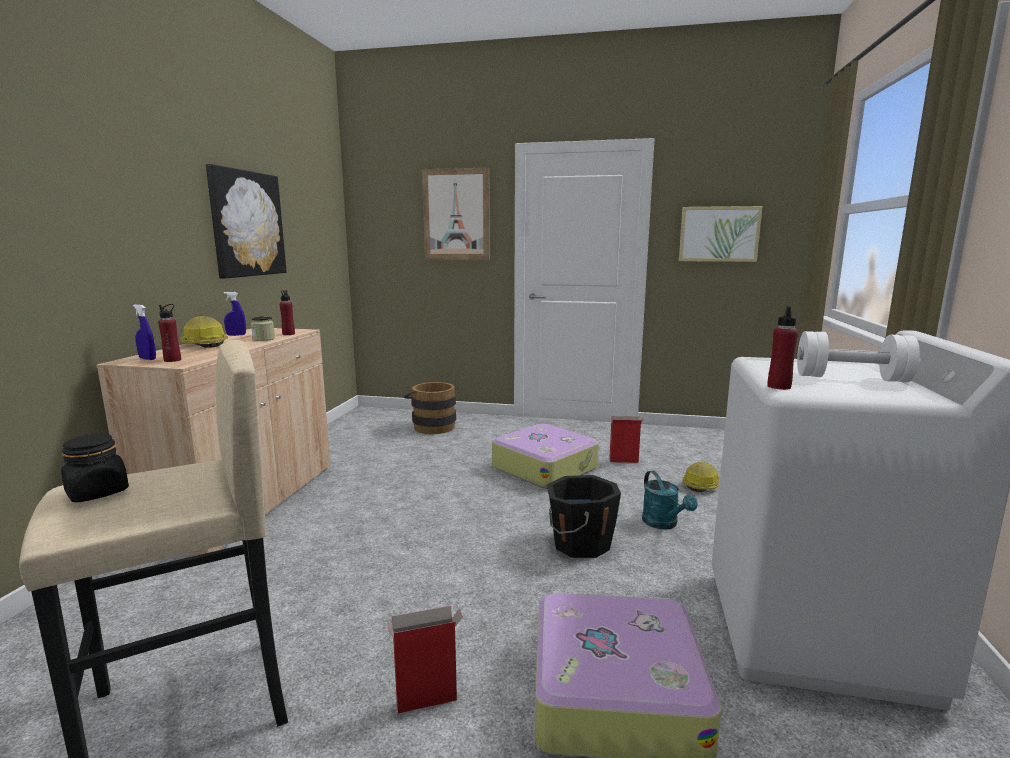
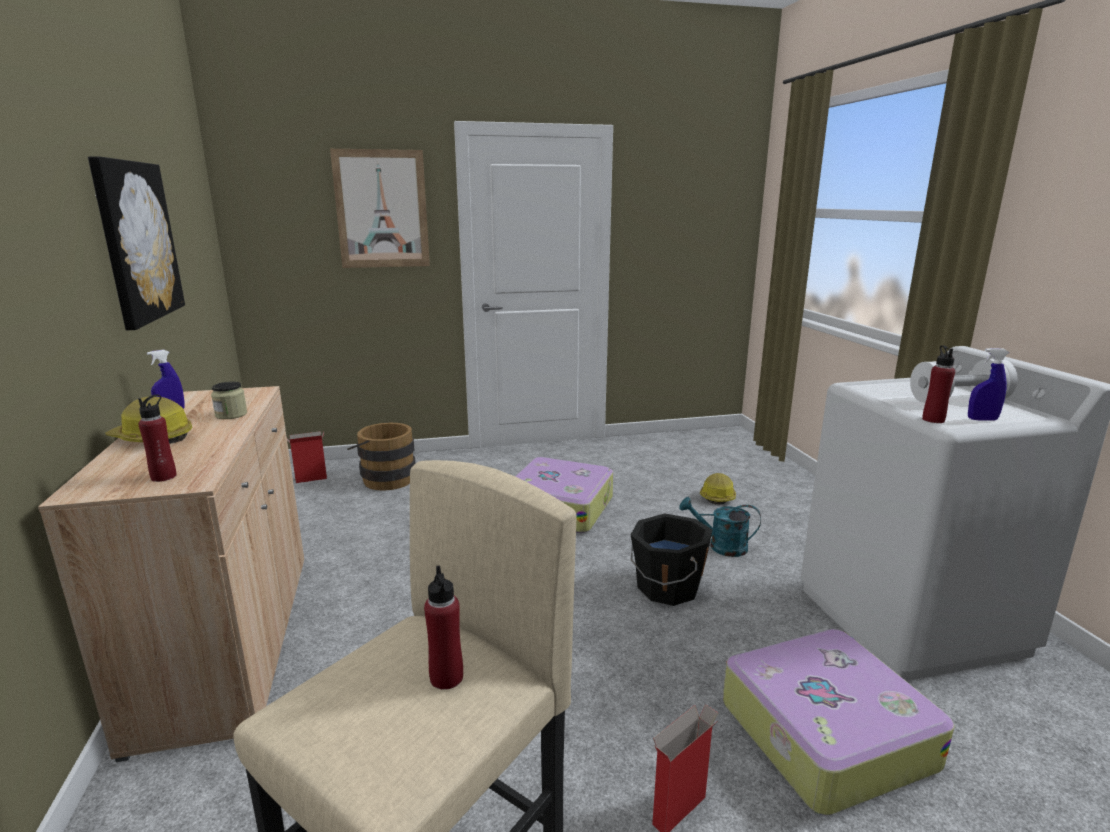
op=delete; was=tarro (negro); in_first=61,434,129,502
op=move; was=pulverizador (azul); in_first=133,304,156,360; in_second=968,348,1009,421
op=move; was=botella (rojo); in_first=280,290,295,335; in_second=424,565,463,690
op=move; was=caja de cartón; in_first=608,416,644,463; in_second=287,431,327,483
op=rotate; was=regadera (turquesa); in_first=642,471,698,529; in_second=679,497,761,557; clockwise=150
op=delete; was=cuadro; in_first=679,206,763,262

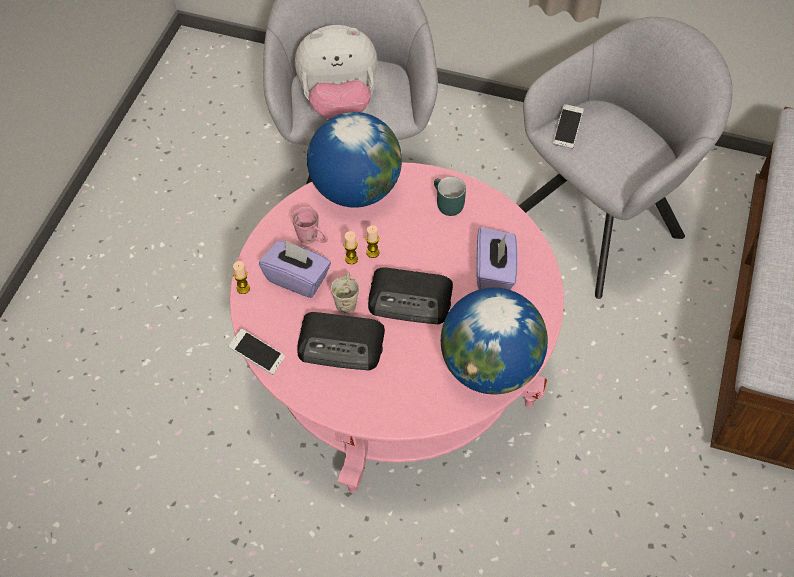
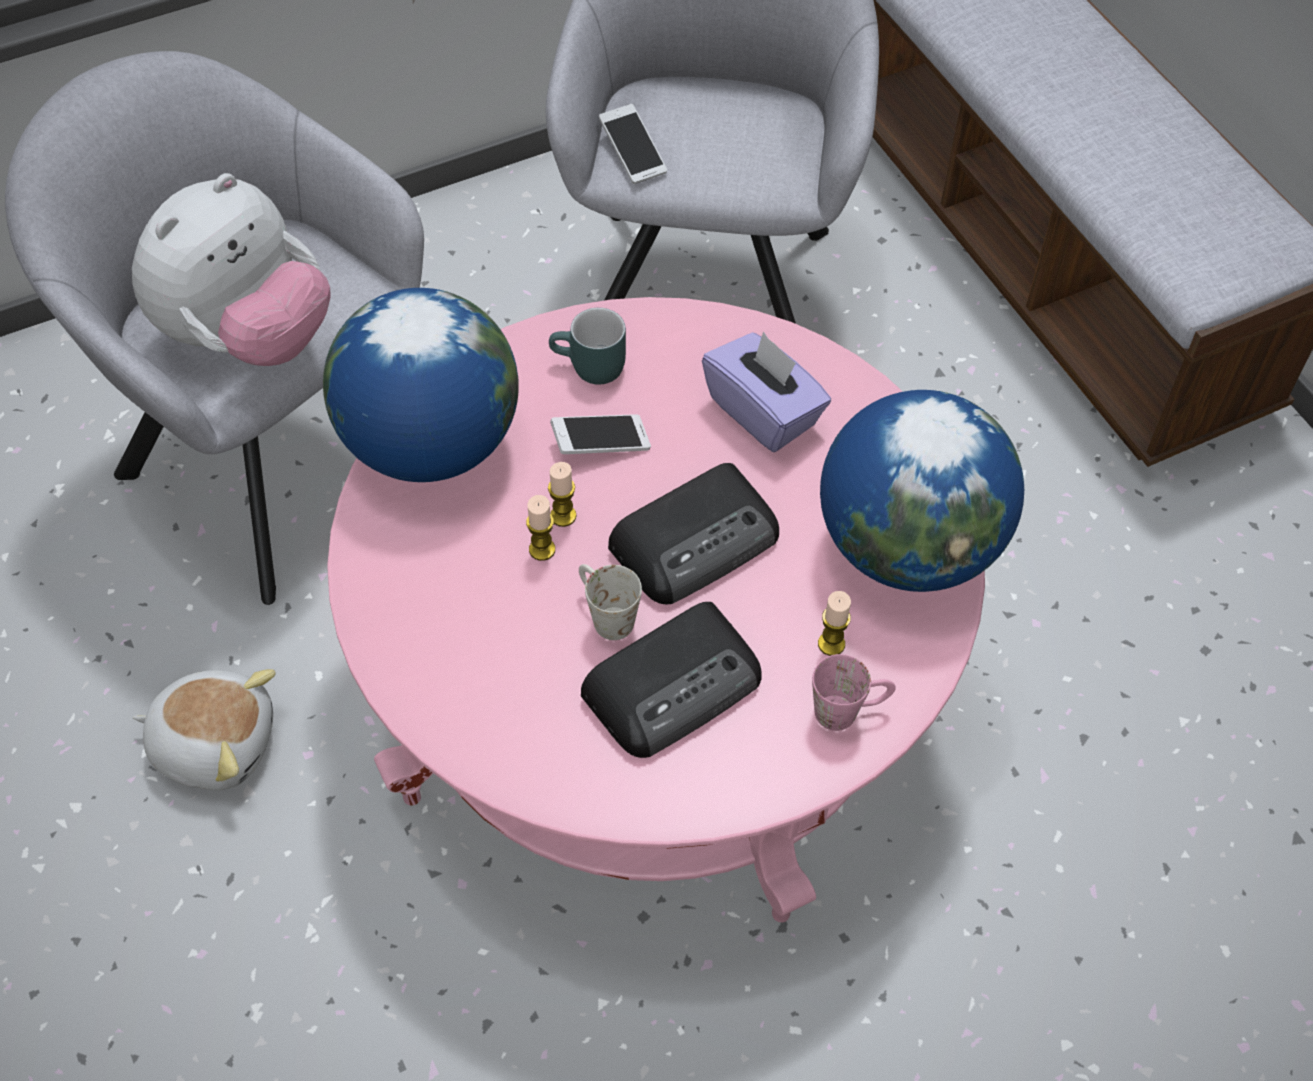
op=move; was=móvil; in_first=228,329,285,375; in_second=550,414,651,454
op=move; was=vela; in_first=233,261,250,294; in_second=818,591,851,656
op=delete; was=caja de pañuelos (morado); in_first=259,241,331,298
op=move; was=taza grande (rosa); in_first=292,207,328,244; in_second=812,654,896,731
op=insert; now=peluche; in_second=133,669,276,790

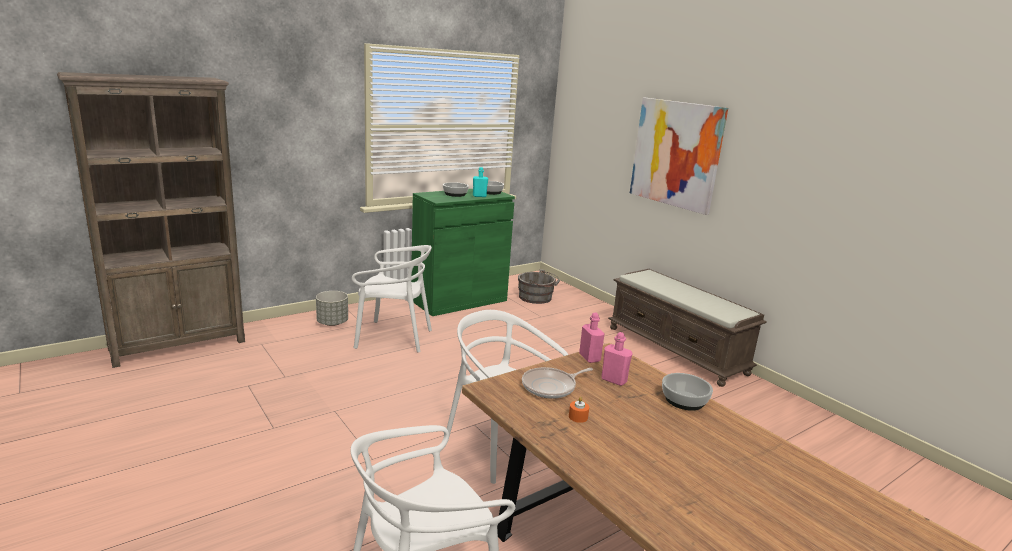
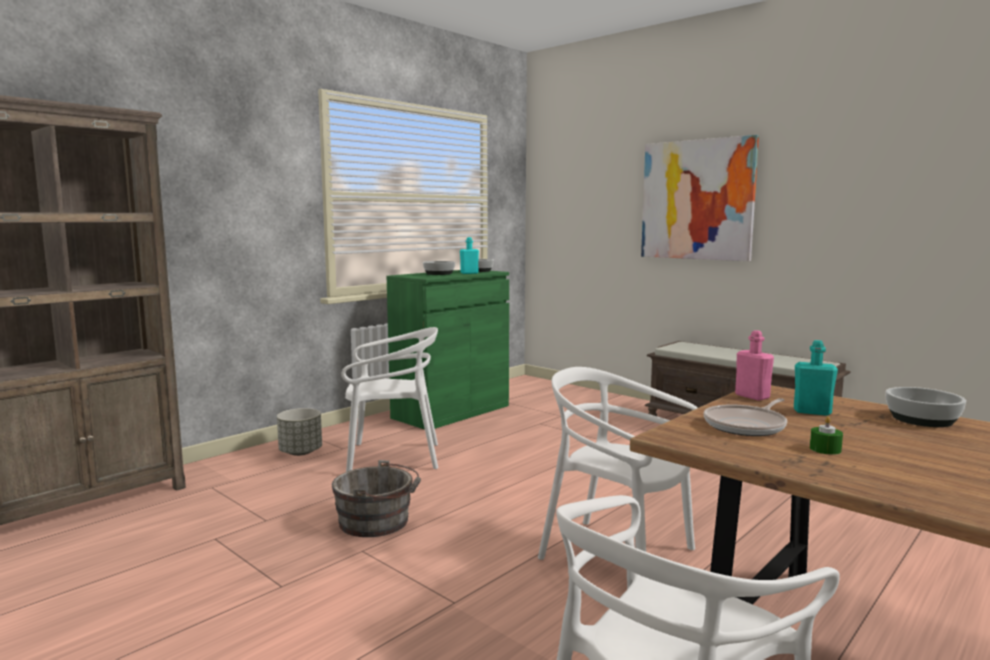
op=move; was=cubo (gris); in_first=518,269,560,304; in_second=332,460,421,537
op=recolor; was=vela (naranja); now=vela (verde); in_first=569,397,589,423; in_second=810,416,843,455
op=recolor; was=botella (rosa); now=botella (turquesa); in_first=601,332,632,386; in_second=794,340,838,416

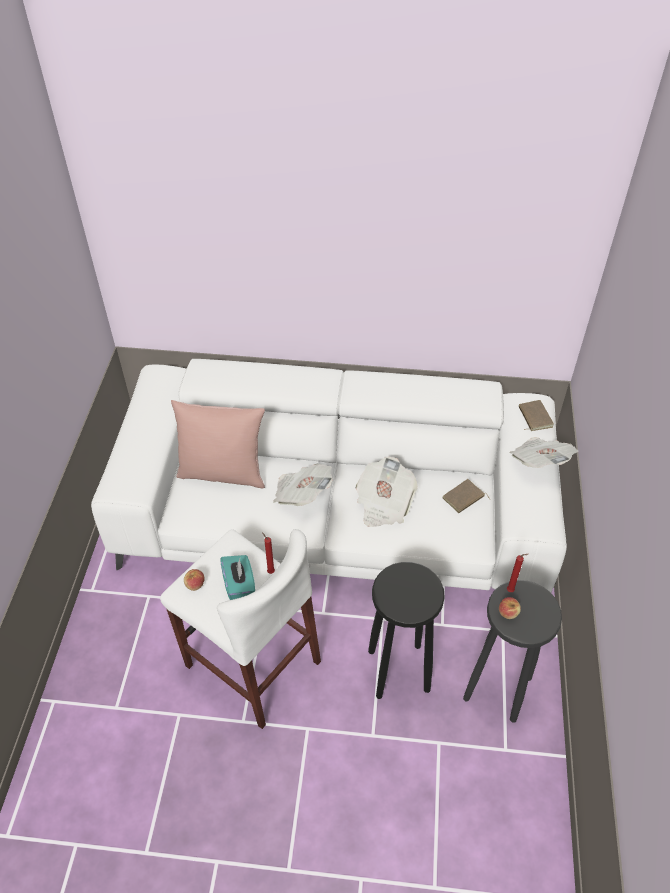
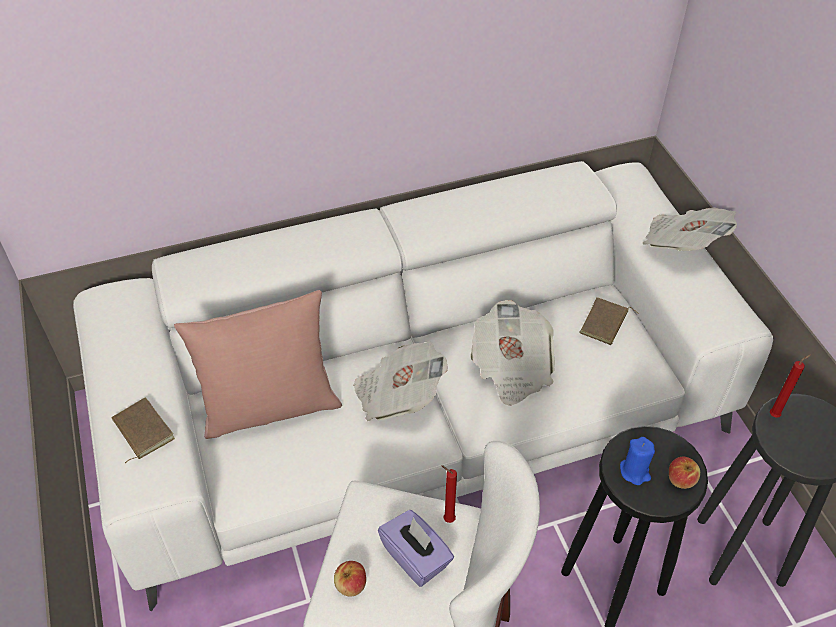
op=recolor; was=caja de pañuelos (turquesa); now=caja de pañuelos (morado); in_first=220,555,255,600; in_second=378,510,454,587
op=move; was=manzana; in_first=499,597,521,619; in_second=669,457,700,489
op=move; was=libro (marrón); in_first=519,400,554,431; in_second=112,398,175,463
op=insert; now=vela (azul); in_second=620,437,655,485

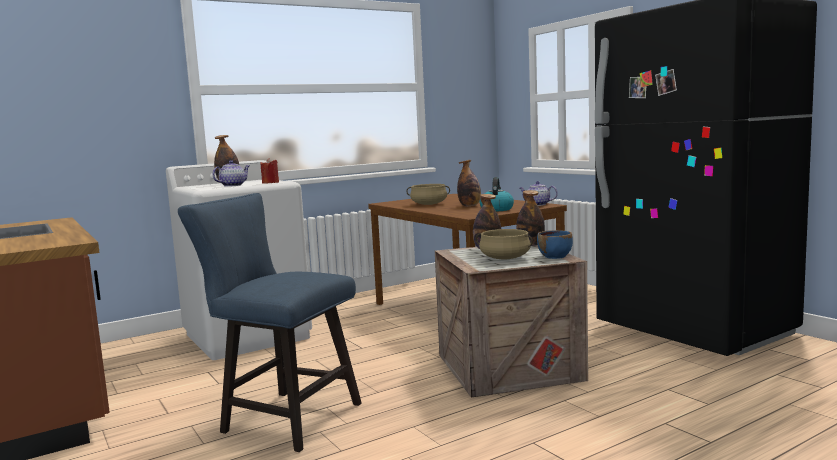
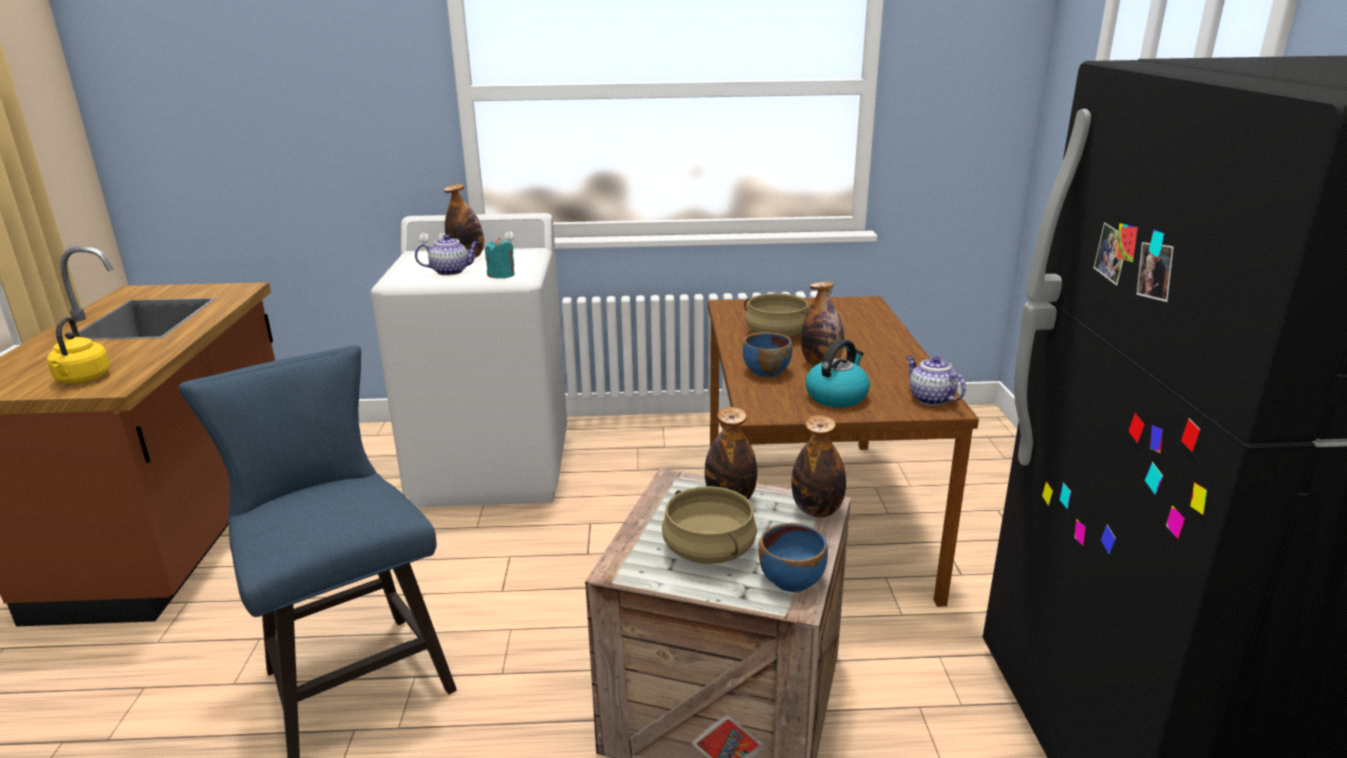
op=recolor; was=vela (rojo); now=vela (turquesa); in_first=260,158,279,184; in_second=485,237,515,279
op=insert; now=hervidor (amarillo); in_second=47,317,110,383
op=insert; now=cuenco (azul); in_second=743,332,792,377

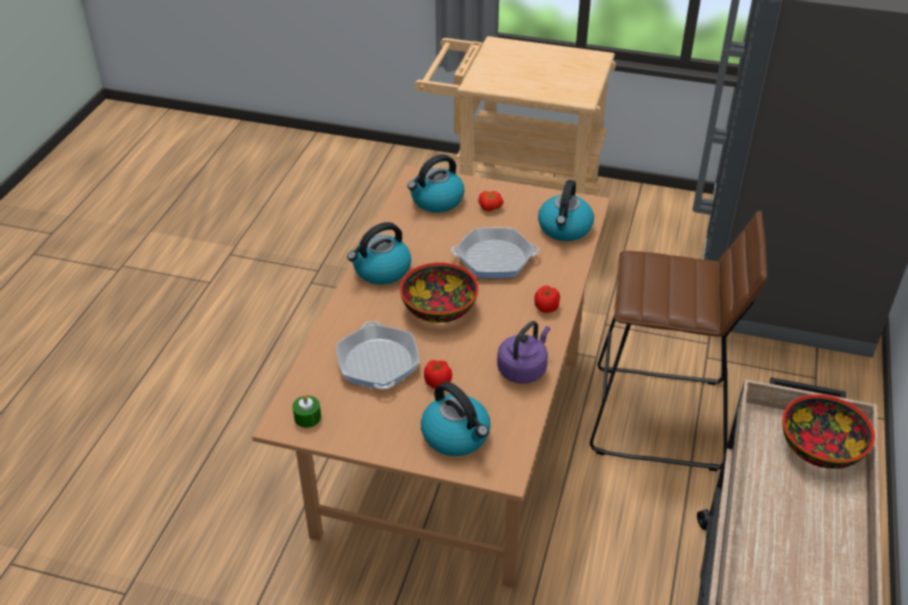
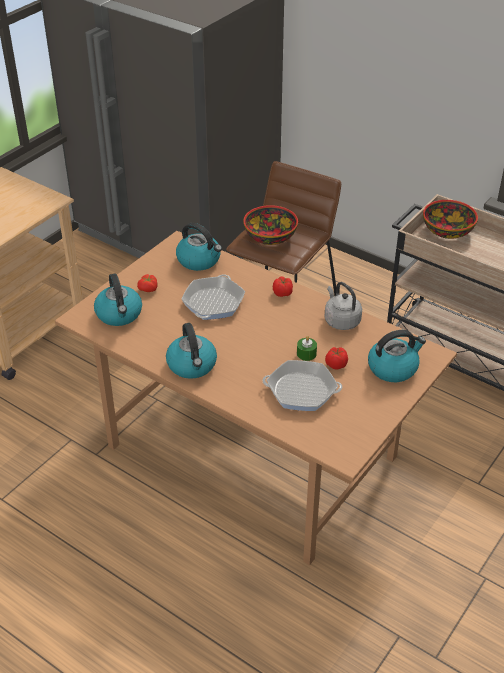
op=move; was=vela (verde); in_first=293,395,321,428; in_second=297,336,317,361
op=move; was=cuenco; in_first=400,262,479,323; in_second=243,205,298,245
op=recolor; was=hervidor (morado); now=hervidor (gris); in_first=497,321,550,384; in_second=324,282,362,330

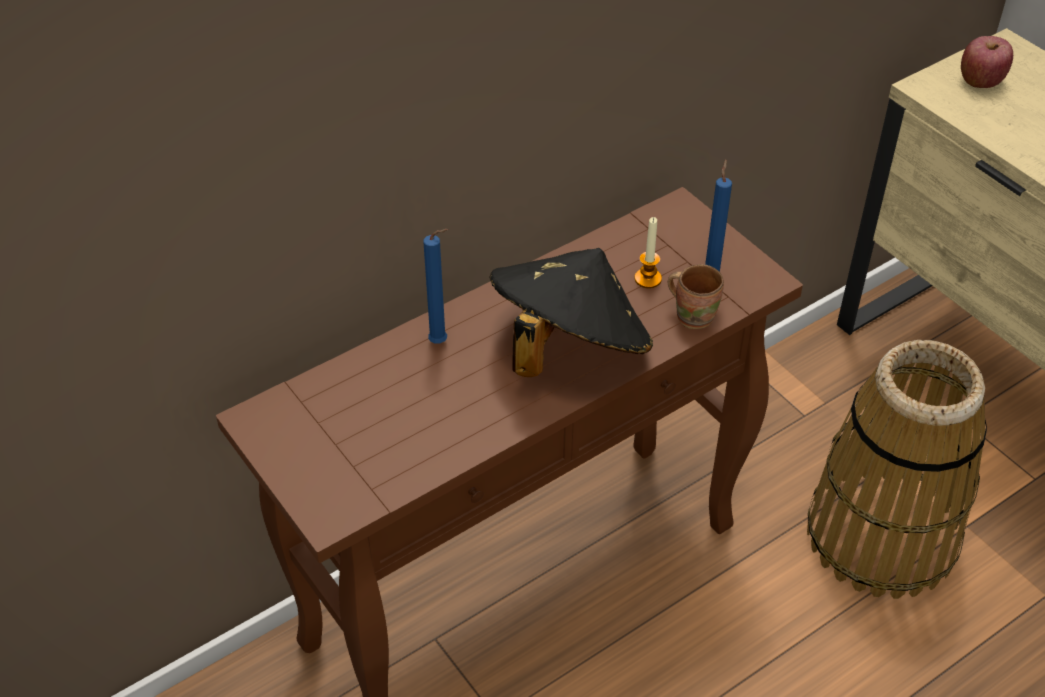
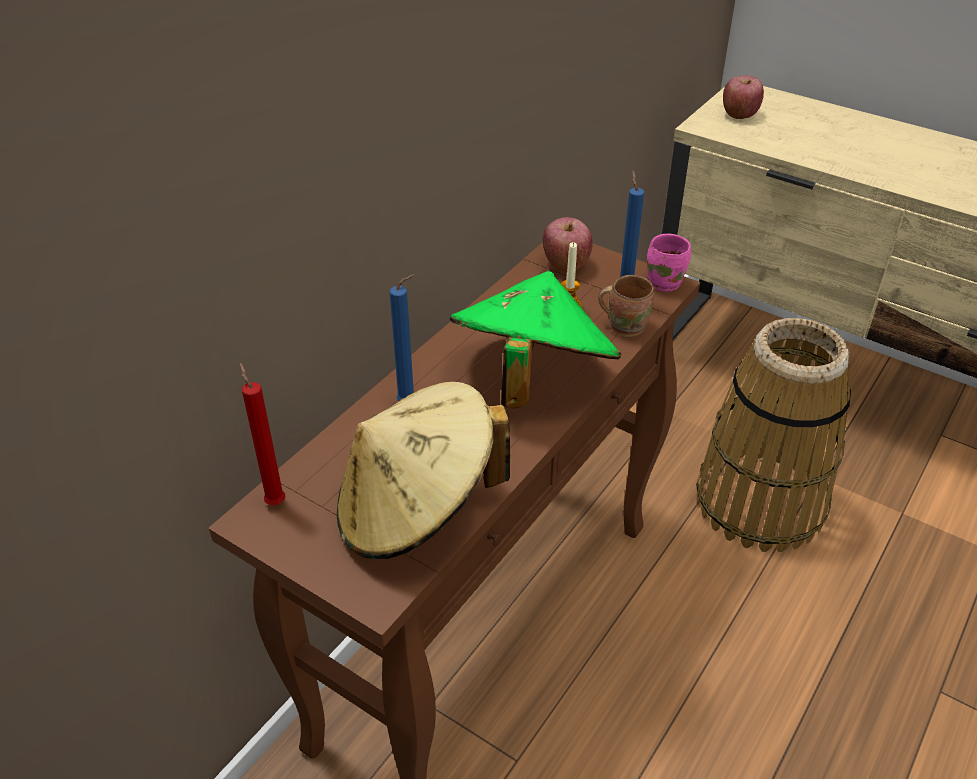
op=recolor; was=sombrero (negro); now=sombrero (verde); in_first=489,248,653,377; in_second=450,271,621,409
op=insert; now=vela (rojo); in_second=240,363,286,505
op=insert; now=sombrero (beis); in_second=337,382,510,559
op=insert; now=manzana; in_second=543,217,593,273
op=insert; now=taza grande (rosa); in_second=647,234,691,292

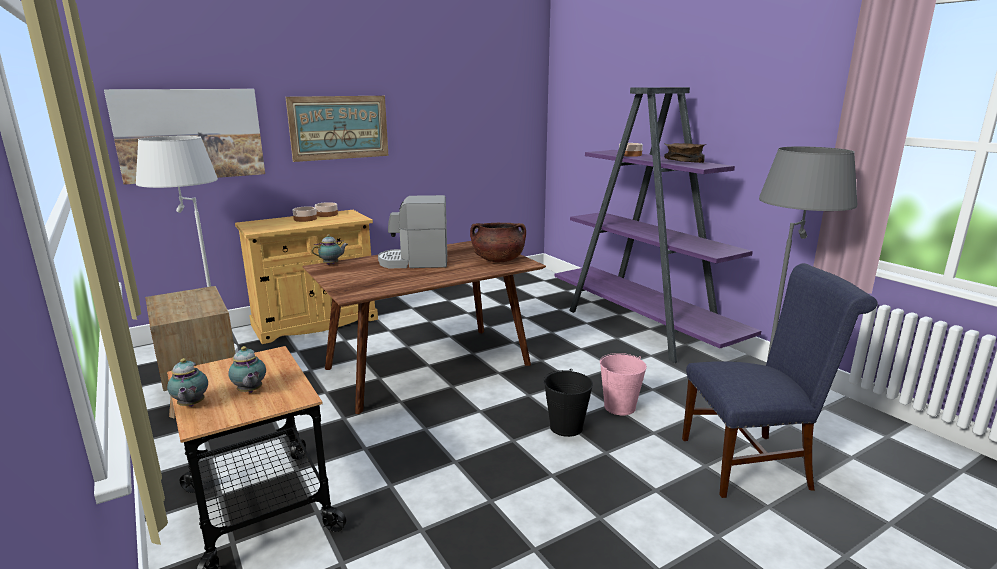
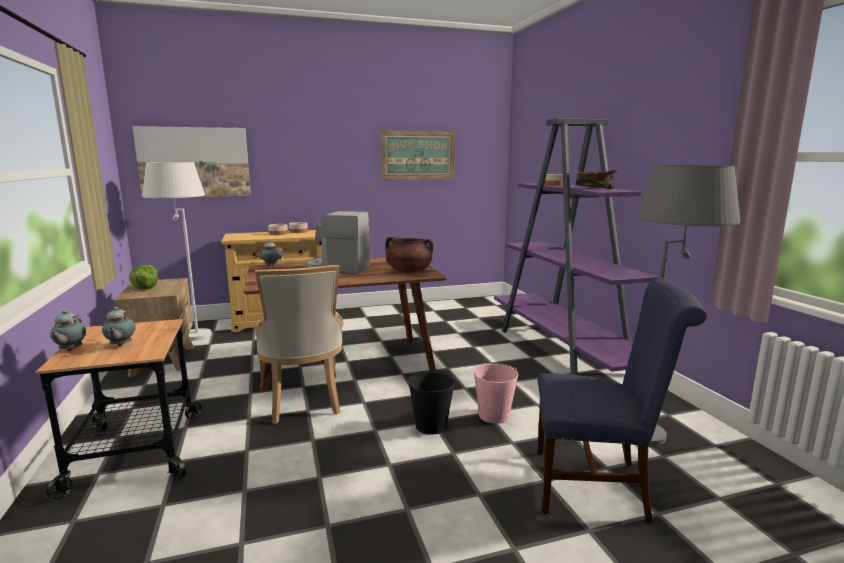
op=move; was=cuadro; in_first=286,96,389,162; in_second=380,130,455,180
op=insert; now=lechuga; in_second=129,265,158,289
op=insert; now=silla (beis); in_second=255,265,343,424

